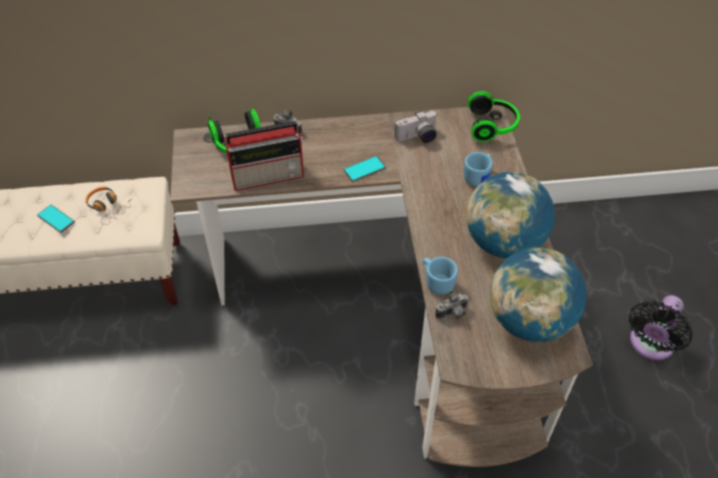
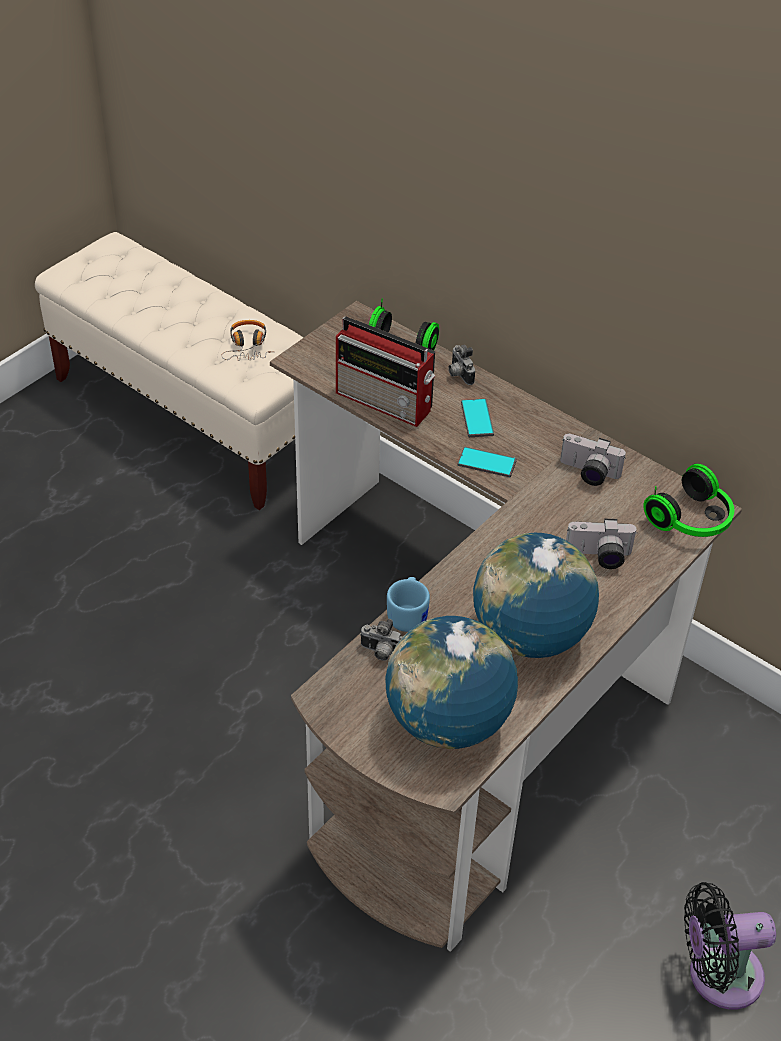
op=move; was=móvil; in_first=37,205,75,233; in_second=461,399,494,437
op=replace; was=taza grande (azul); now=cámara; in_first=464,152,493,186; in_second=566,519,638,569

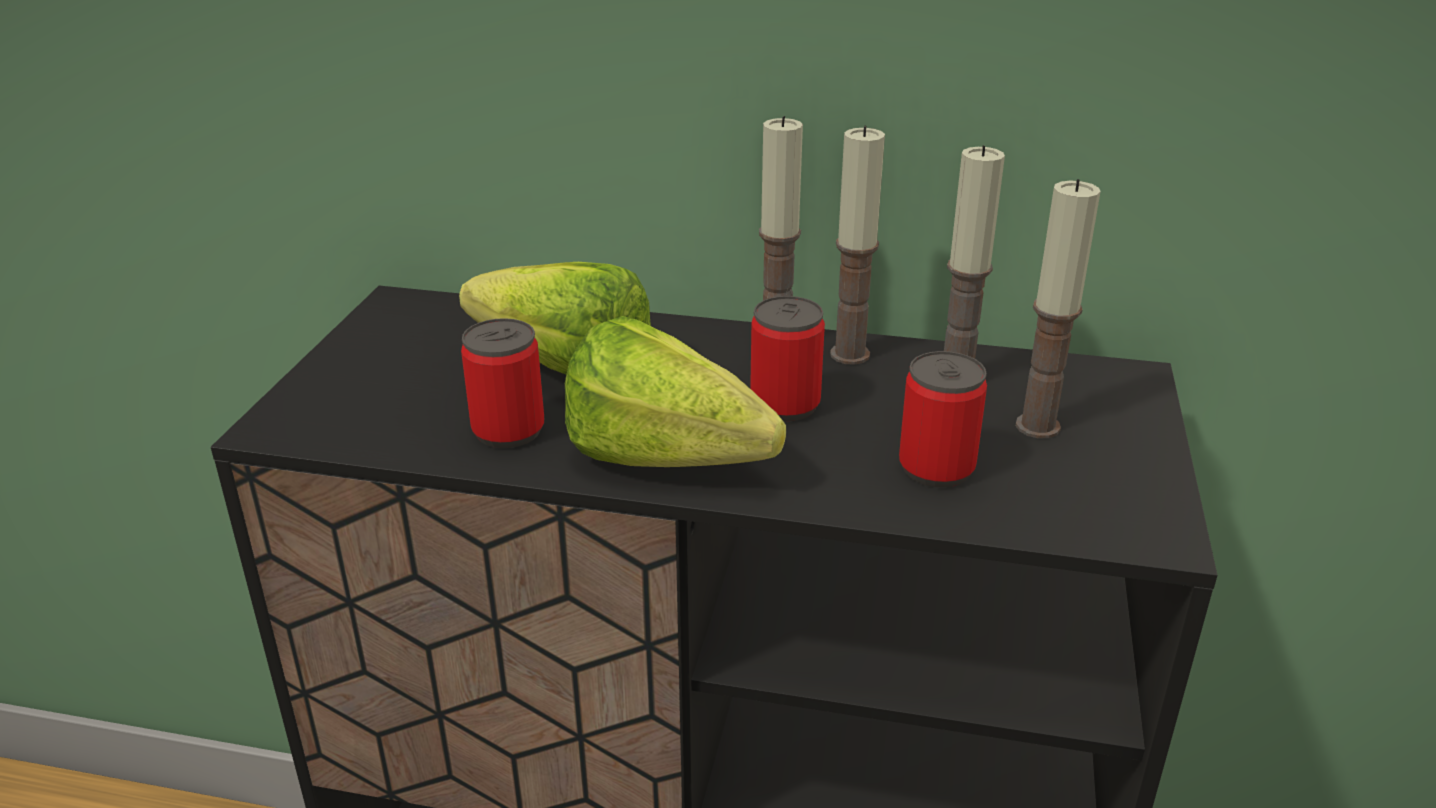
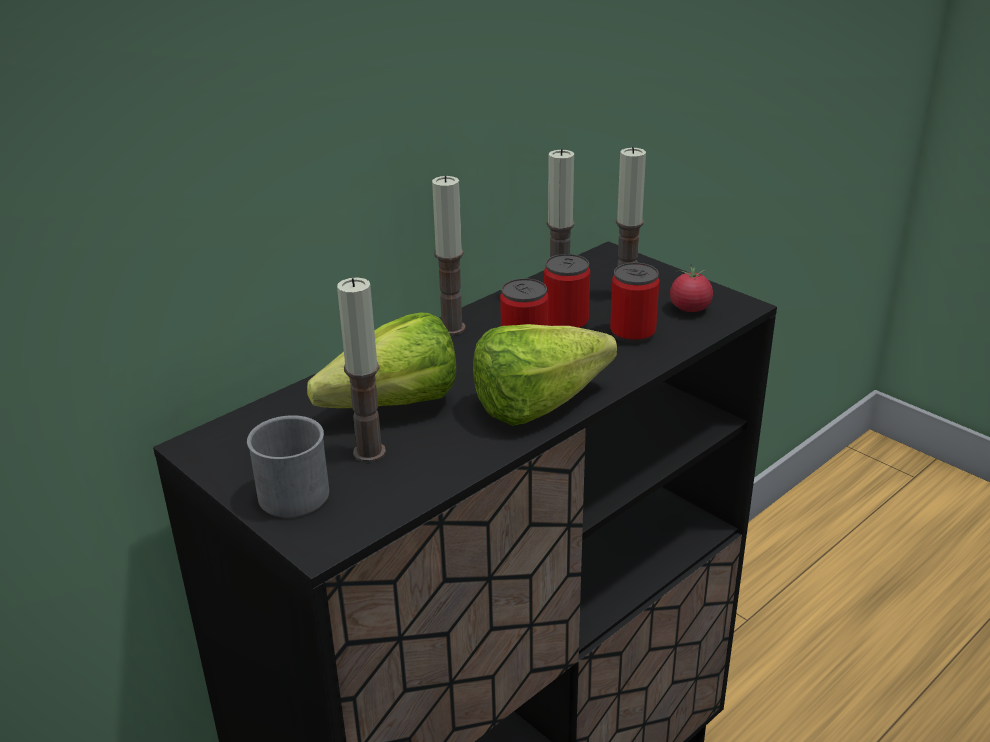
op=move; was=lata; in_first=461,318,544,448; in_second=544,254,590,328
op=move; was=vela; in_first=830,126,885,365; in_second=337,278,386,462
op=insert; now=taza grande (gris); in_second=247,415,329,518
op=insert; now=tomate; in_second=670,264,713,312

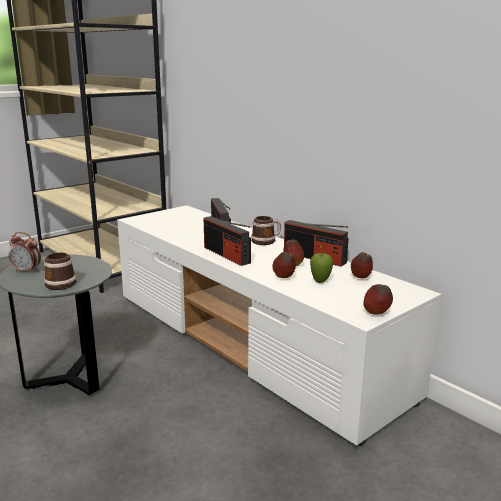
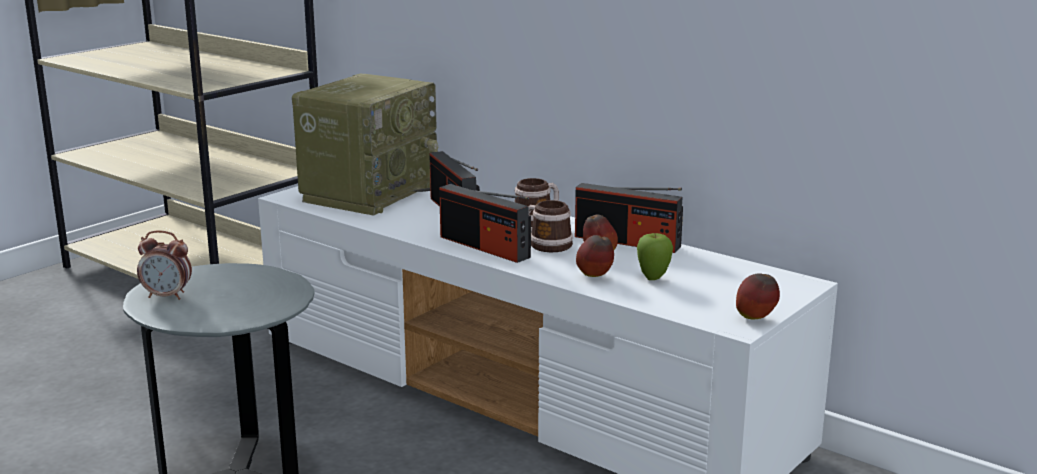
op=move; was=taza grande; in_first=44,252,76,290; in_second=528,200,573,252
op=delete; was=manzana; in_first=351,252,373,278
op=insert; now=radio; in_second=292,74,439,216

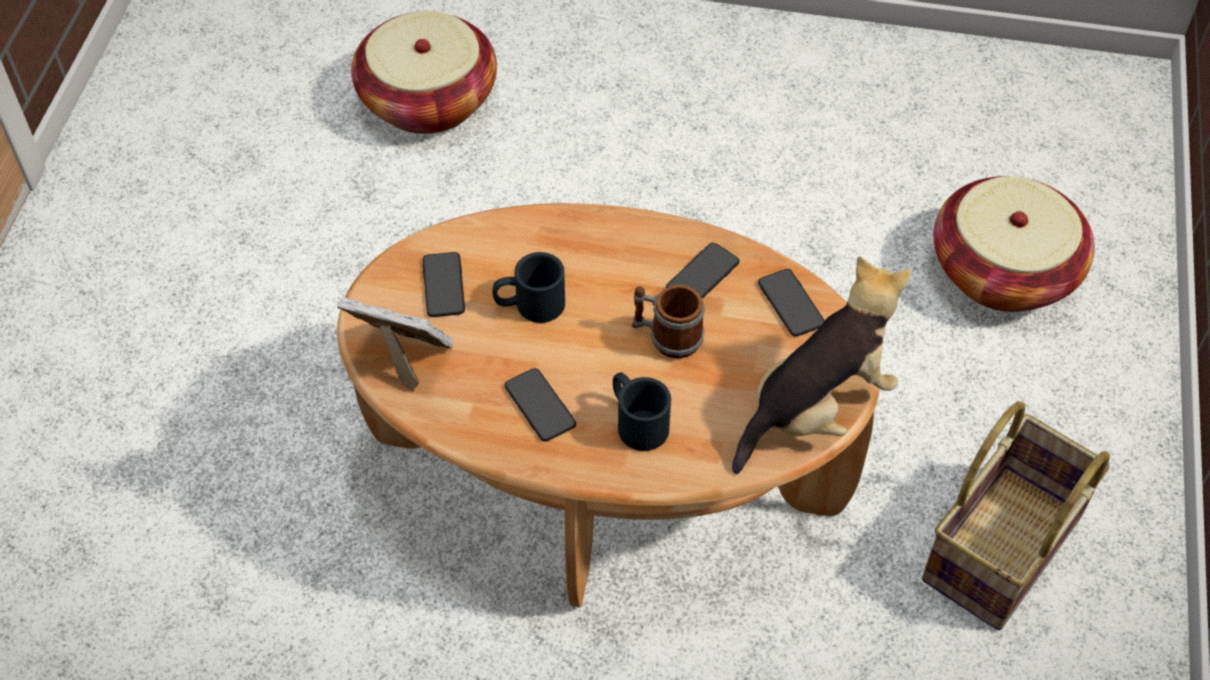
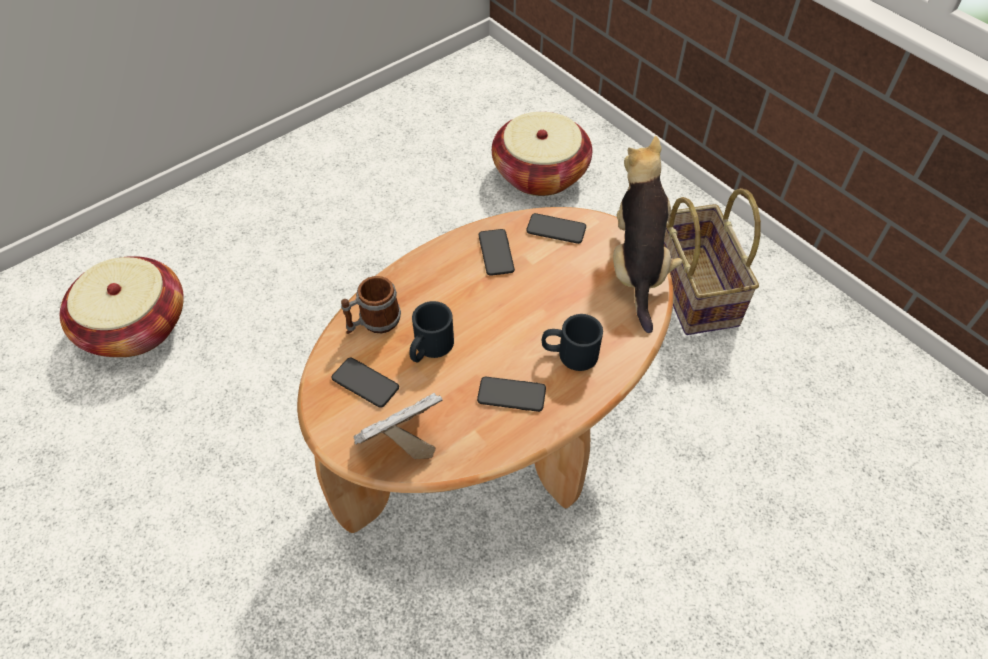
op=move; was=taza grande; in_first=632,285,705,359; in_second=341,276,401,334

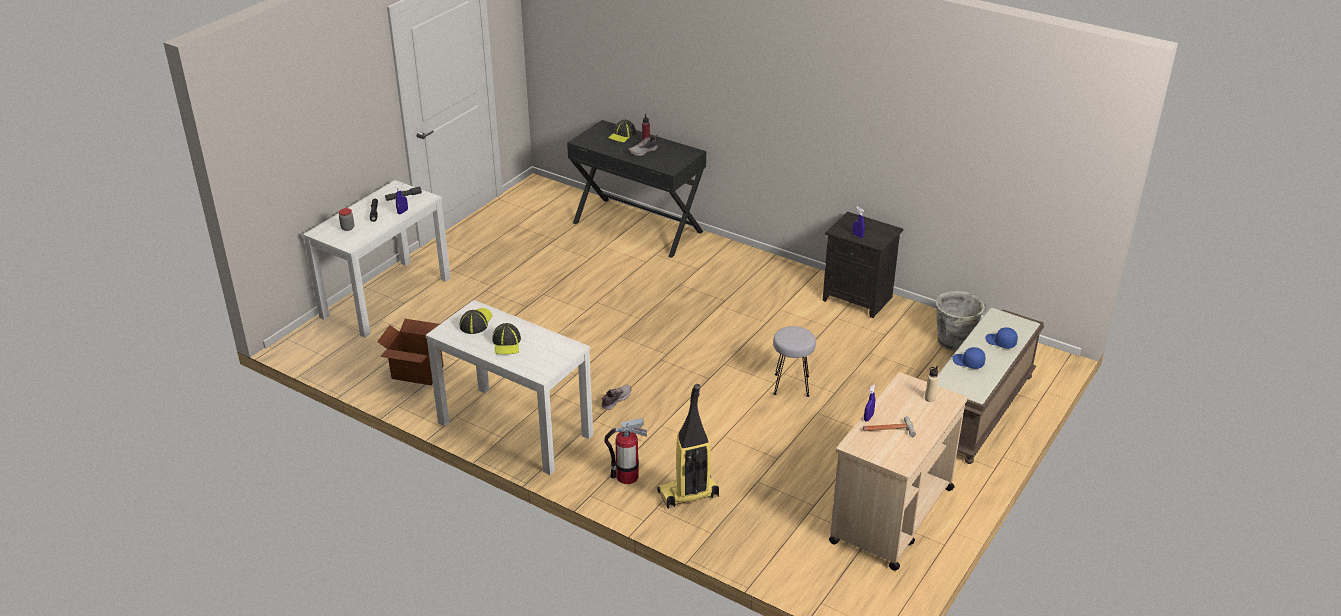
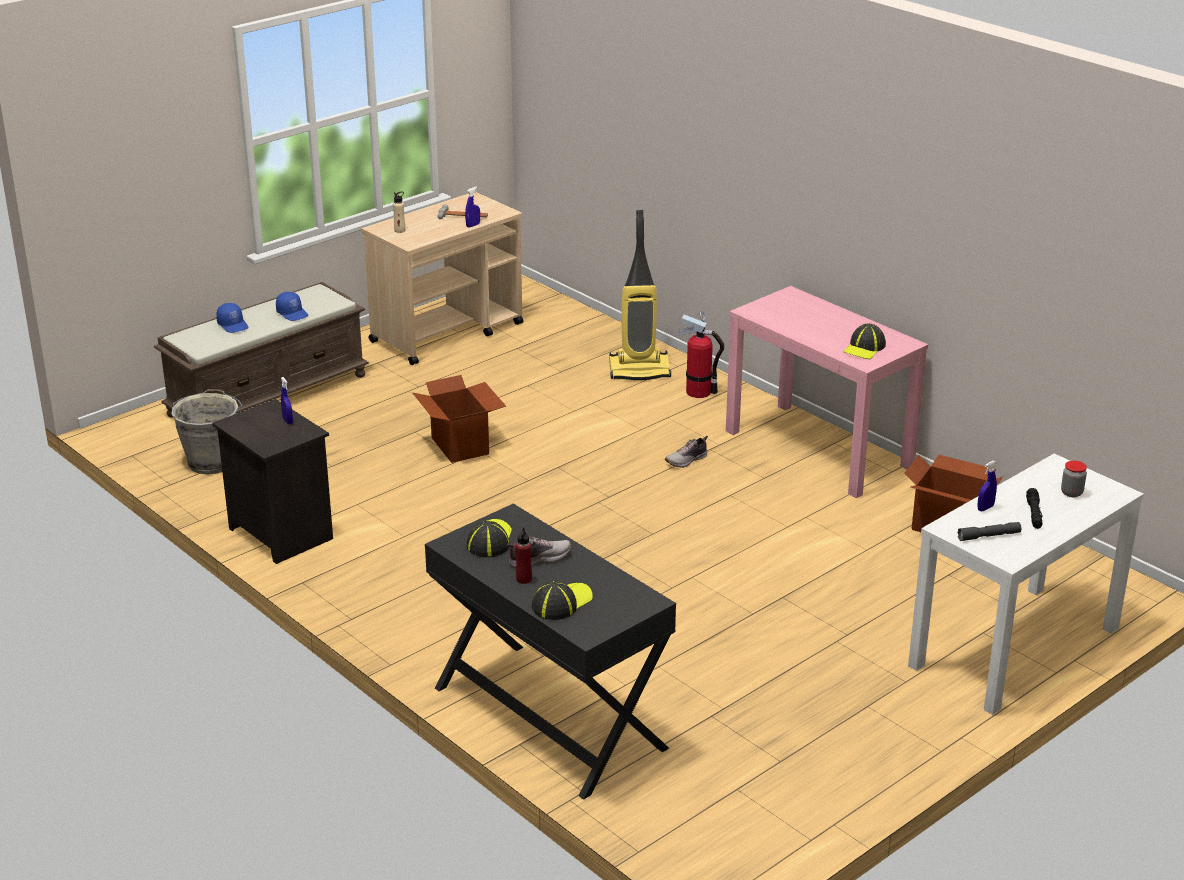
op=recolor; was=mesa consola (blanco); now=mesa consola (rosa); in_first=425,300,593,475; in_second=726,286,928,498
op=move; was=gorra; in_first=492,323,521,354; in_second=467,519,512,557
op=replace; was=taburete (gris); now=caja de cartón; in_first=773,326,816,397; in_second=412,375,506,463

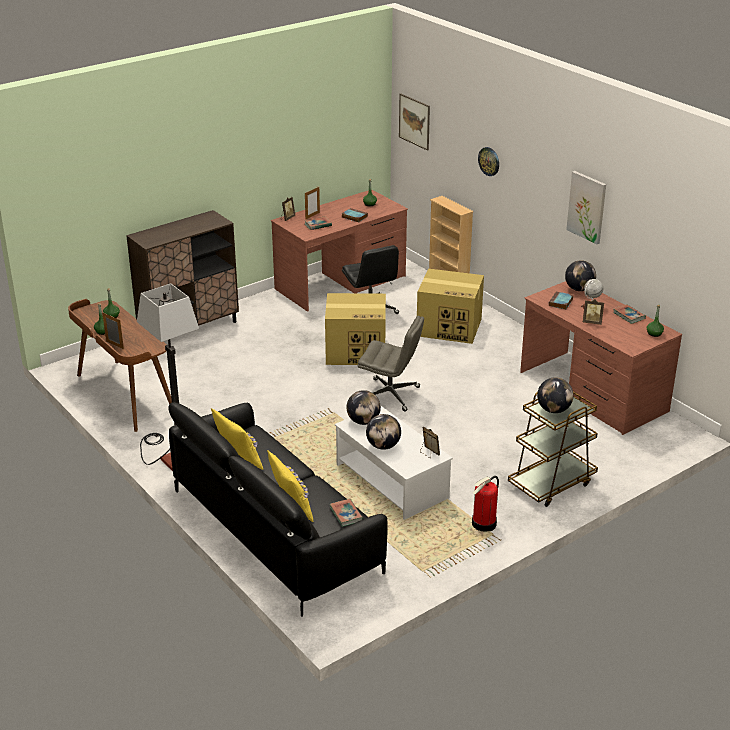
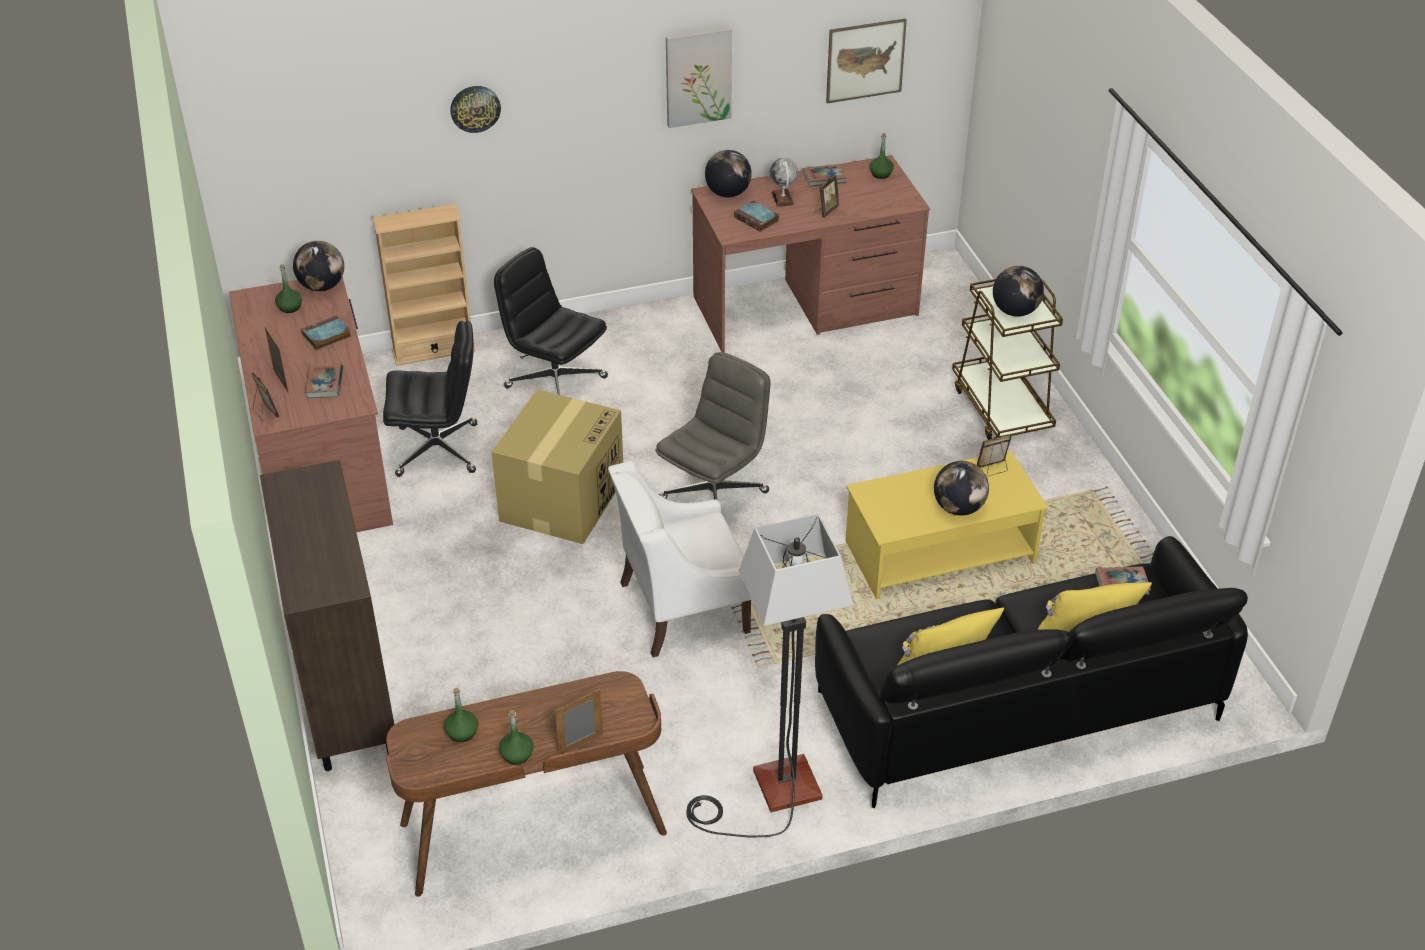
op=recolor; was=mesa de centro (blanco); now=mesa de centro (amarillo); in_first=335,406,453,520; in_second=845,451,1048,600
op=move; was=globo terráqueo; in_first=346,390,381,425; in_second=293,241,344,291
op=move; was=cuadro; in_first=399,93,430,151; in_second=826,18,907,103
op=replace; was=caja de cartón; now=silla de oficina (negro); in_first=417,269,484,344; in_second=494,247,608,395
op=delete; was=extintor; in_first=472,476,499,532
op=insert; now=sillón (blanco); in_second=608,461,752,657

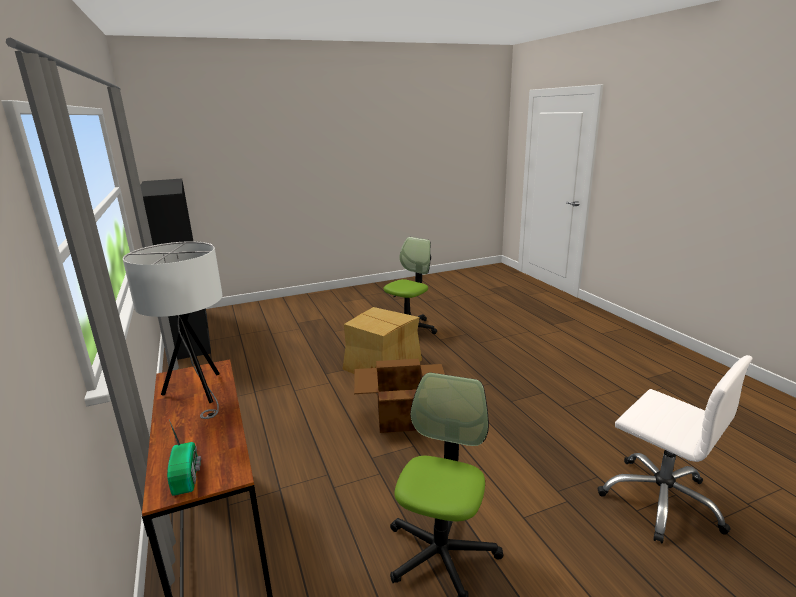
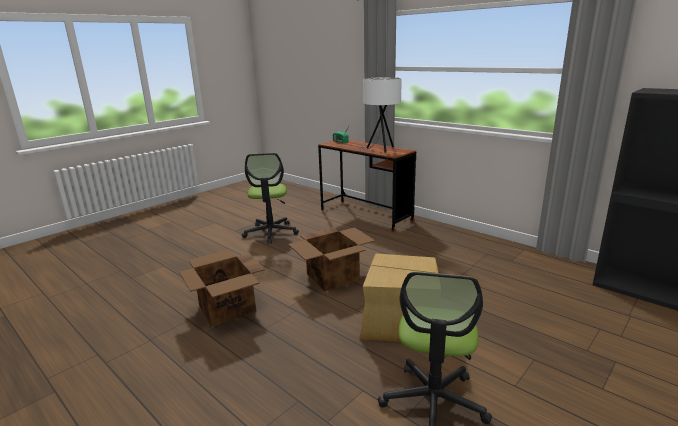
op=delete; was=silla de oficina (blanco); in_first=597,355,752,544
op=insert; now=caja de cartón; in_second=179,249,265,327

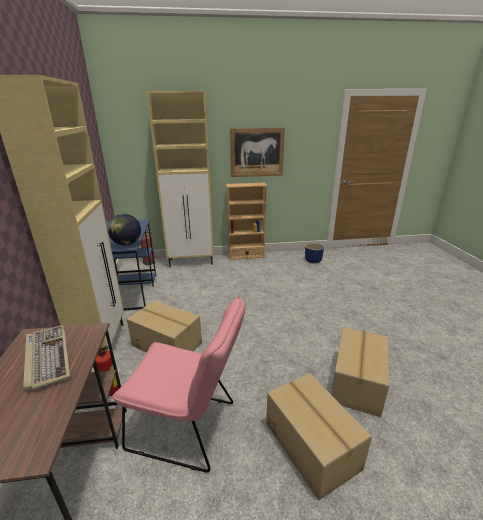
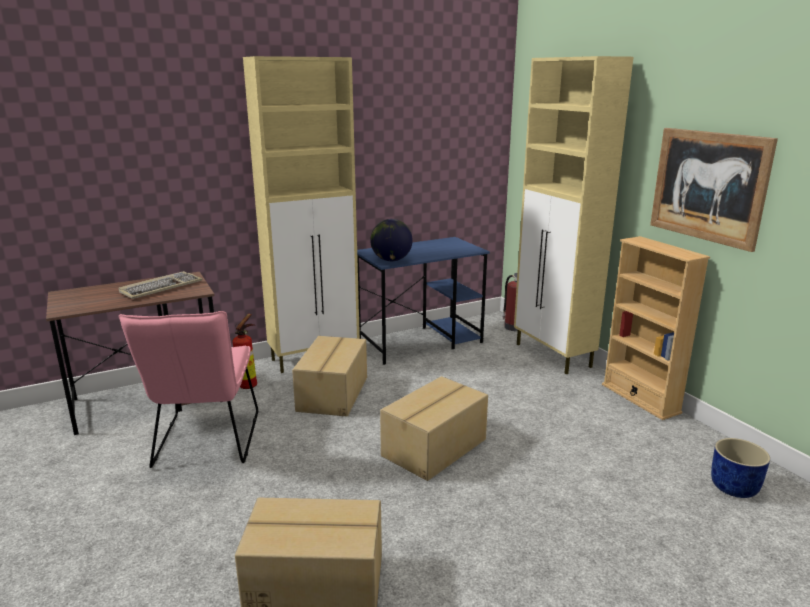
op=move; was=caja de cartón; in_first=266,373,372,500; in_second=380,376,488,481

